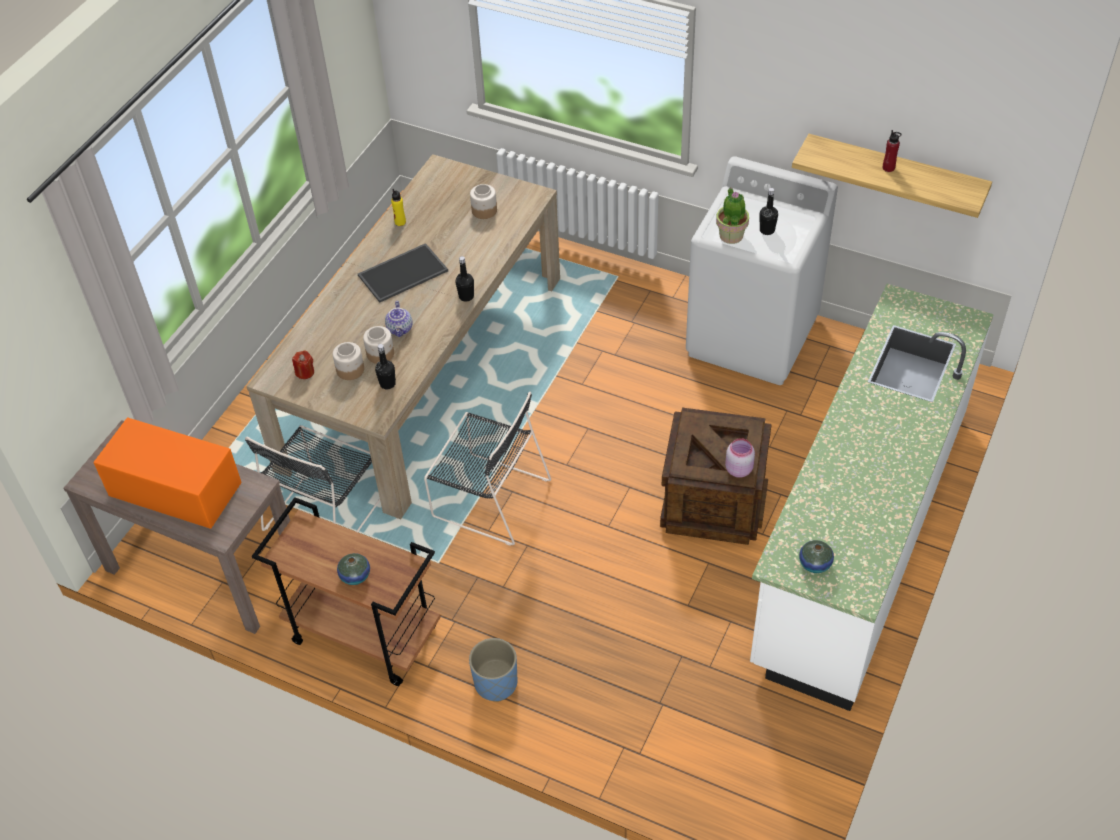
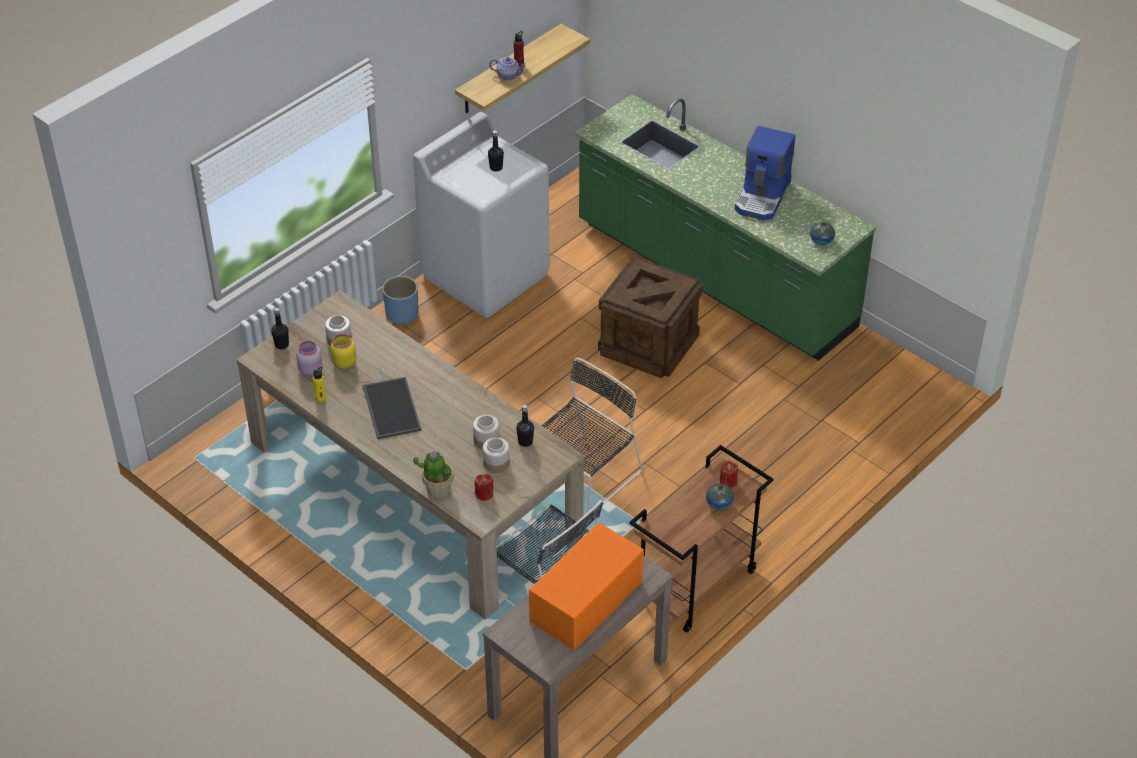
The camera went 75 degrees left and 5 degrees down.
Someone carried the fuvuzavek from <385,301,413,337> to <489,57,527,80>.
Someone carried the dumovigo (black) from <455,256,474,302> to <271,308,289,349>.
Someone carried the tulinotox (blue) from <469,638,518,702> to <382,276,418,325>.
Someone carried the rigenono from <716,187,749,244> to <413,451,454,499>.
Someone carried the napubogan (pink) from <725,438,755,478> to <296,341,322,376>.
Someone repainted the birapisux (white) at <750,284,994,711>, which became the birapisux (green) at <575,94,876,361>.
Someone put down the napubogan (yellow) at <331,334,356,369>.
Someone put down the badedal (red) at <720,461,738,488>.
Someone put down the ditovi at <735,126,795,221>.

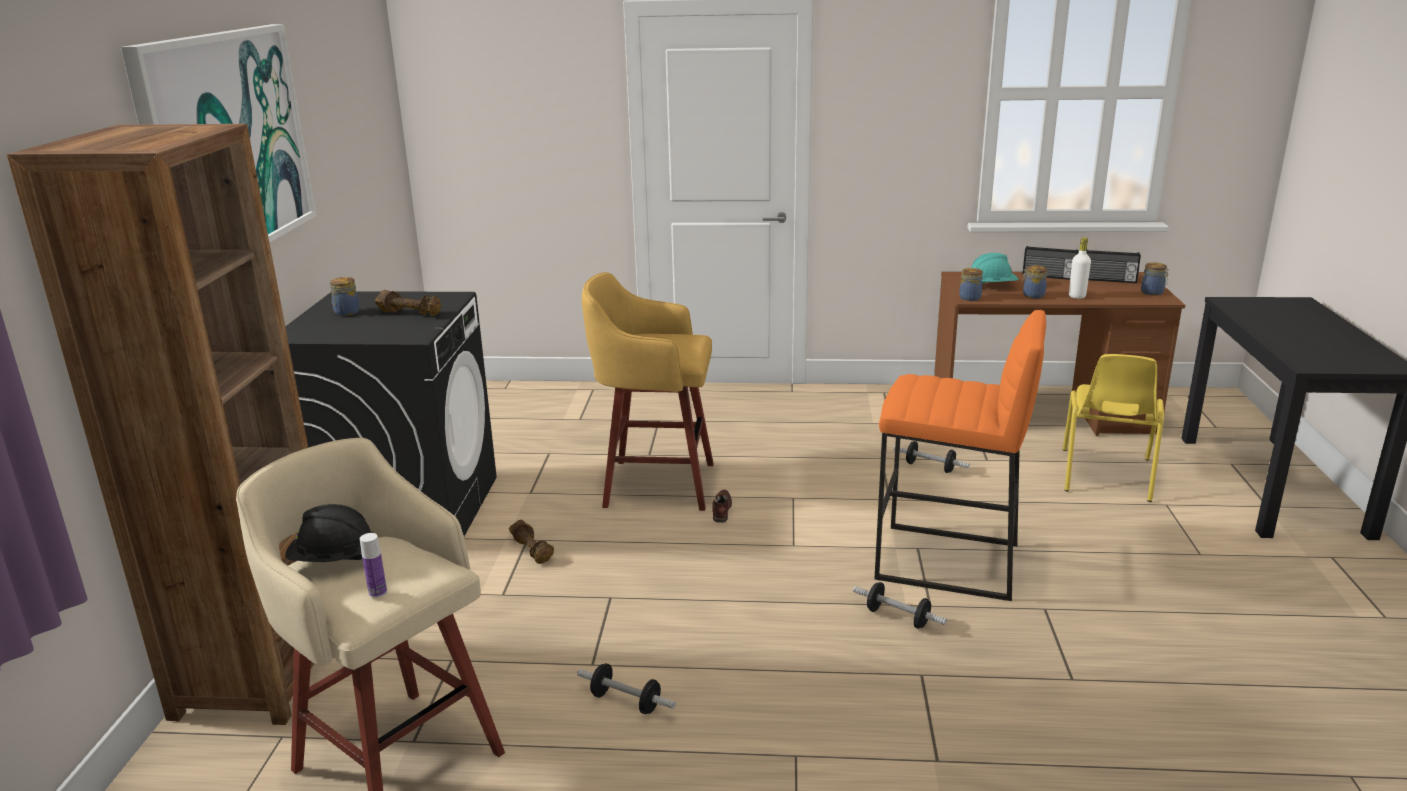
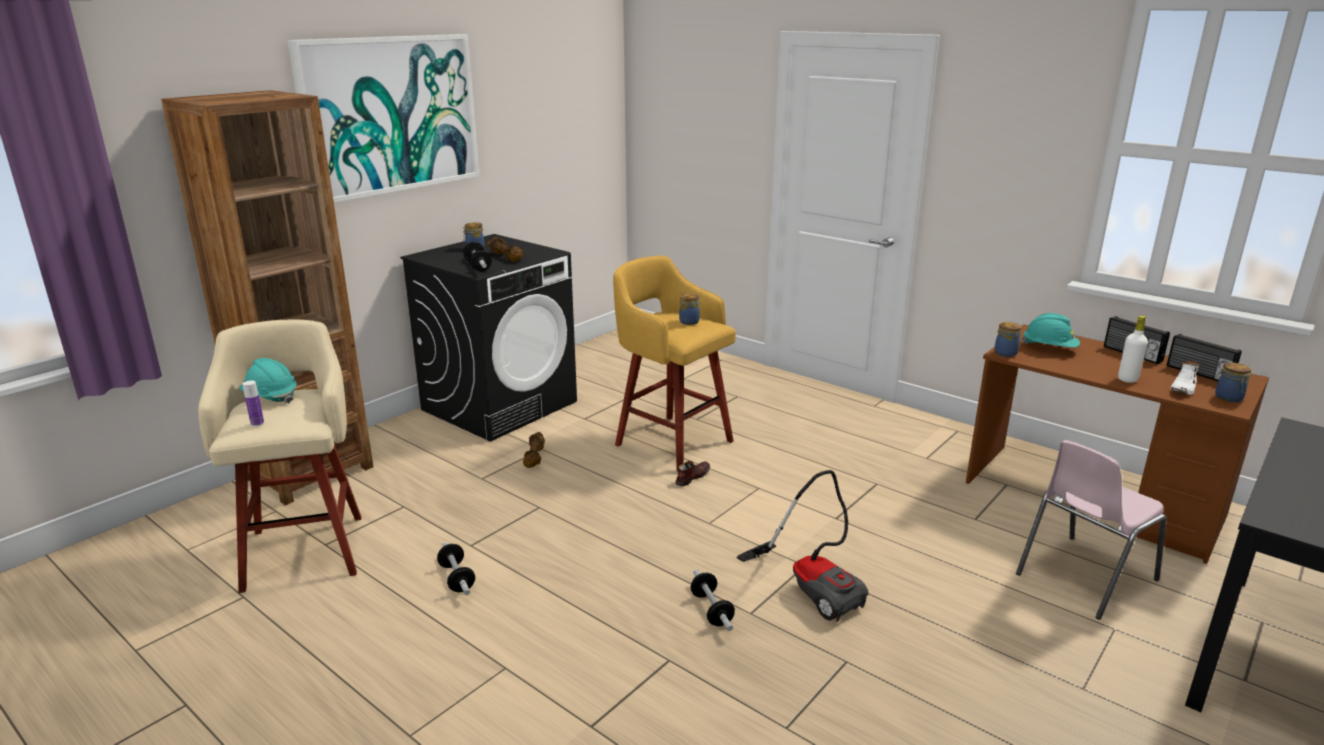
The camera went 35 degrees right and 0 degrees up.
Someone repainted the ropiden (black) at <285,504,373,562>, which became the ropiden (turquoise) at <239,358,297,404>.
Someone swapped the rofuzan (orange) at <875,310,1046,601> for the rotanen at <737,470,868,622>.
Someone carried the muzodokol from <894,441,970,473> to <463,242,492,272>.
Someone carried the napubogan from <1021,265,1047,299> to <679,293,700,325>.
Someone repainted the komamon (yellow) at <1063,354,1164,502>, which became the komamon (pink) at <1016,440,1167,620>.
Someone put down the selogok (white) at <1170,361,1199,395>.

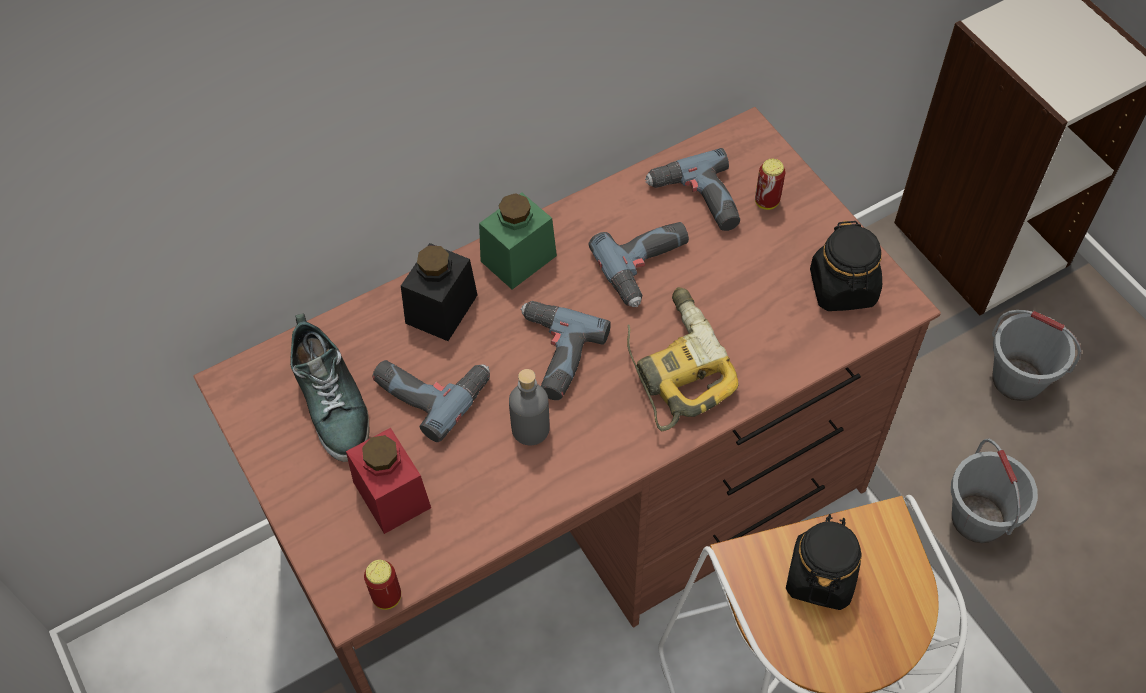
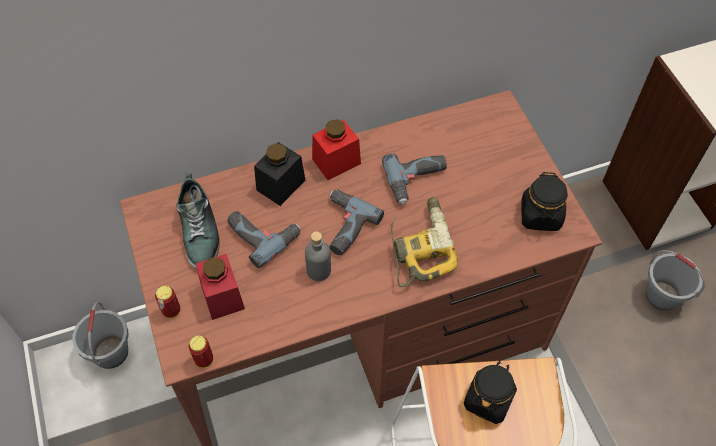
The camera went 10 degrees right and 0 degrees up.
Someone repainted the napubogan (green) at <479,193,557,290>, which became the napubogan (red) at <312,119,361,180>.
Someone took away the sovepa at <645,148,740,231>.
Someone carried the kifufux from <755,159,785,210> to <155,286,181,318>.
Someone carried the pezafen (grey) from <951,439,1038,543> to <72,302,128,369>.

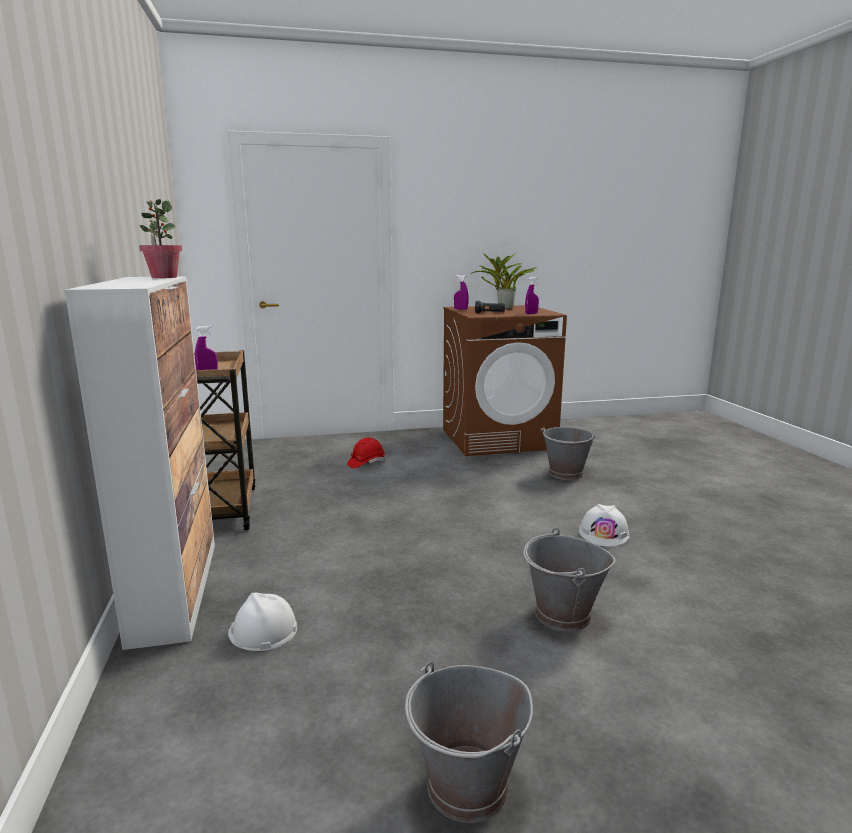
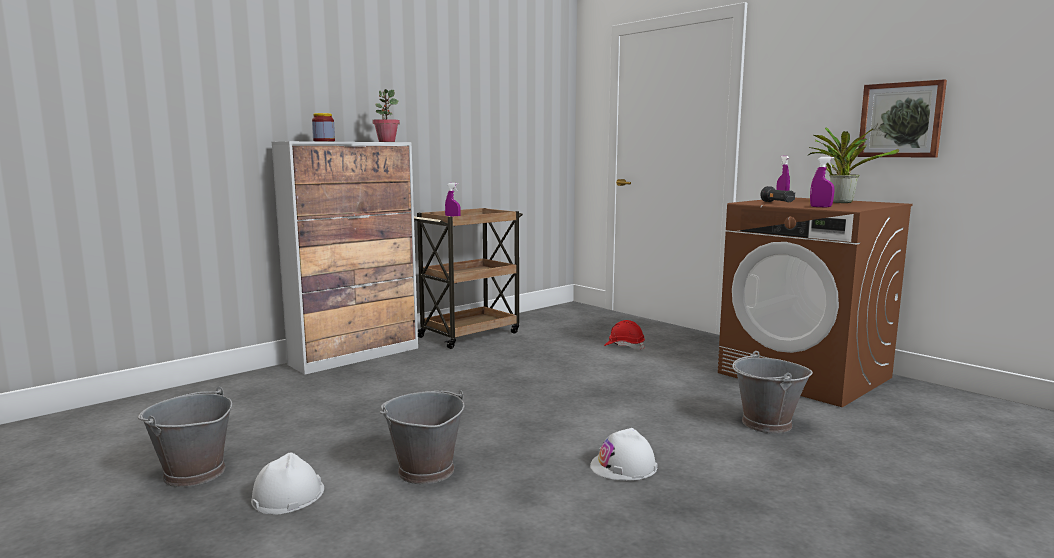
The camera went 60 degrees right and 5 degrees down.
Someone carried the ropiden (white) from <228,593,297,651> to <251,453,324,515>.
Someone put down the napubogan at <312,113,335,141>.
Someone put up the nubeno at <858,79,947,158>.

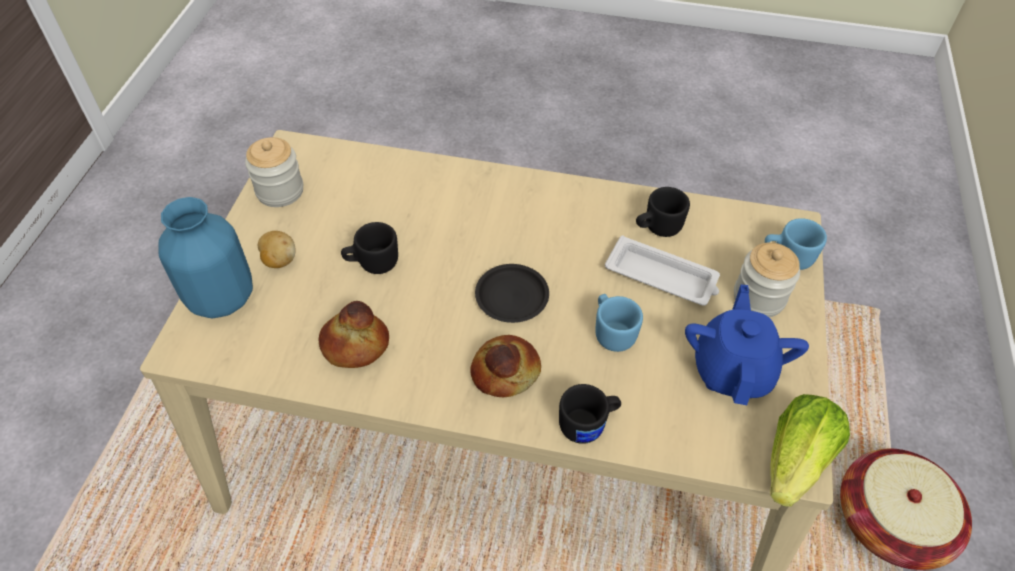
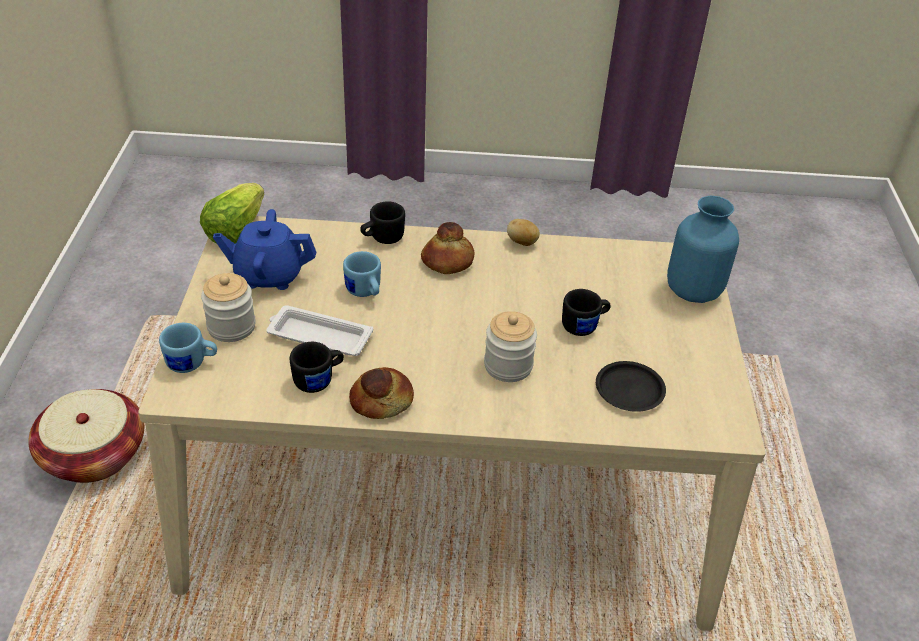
The camera went 170 degrees right and 10 degrees down.
Someone carried the napubogan from <245,137,303,207> to <484,311,537,382>.
Someone carried the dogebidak from <258,231,295,268> to <507,219,540,246>.
Someone carried the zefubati from <318,301,389,368> to <349,367,414,419>.
Someone carried the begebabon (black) from <475,264,549,323> to <596,361,666,412>.
Someone rotated the fuvuzavek (blue) at <685,285,809,405> by 90 degrees clockwise.

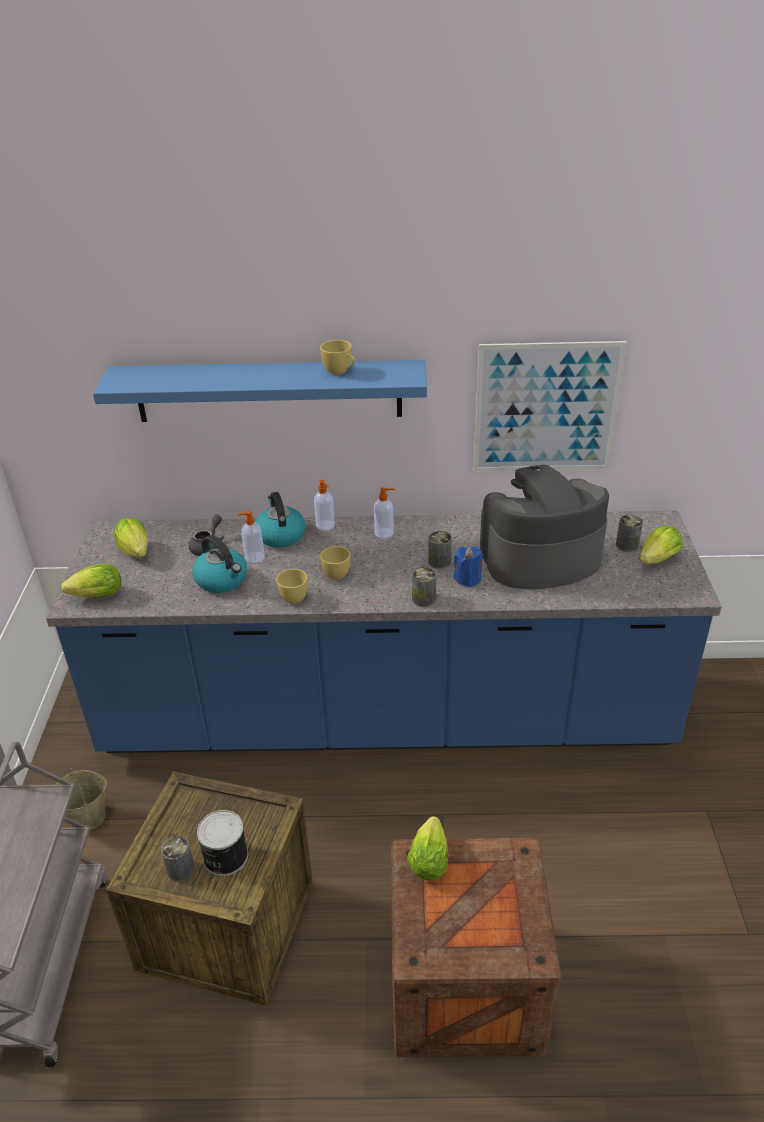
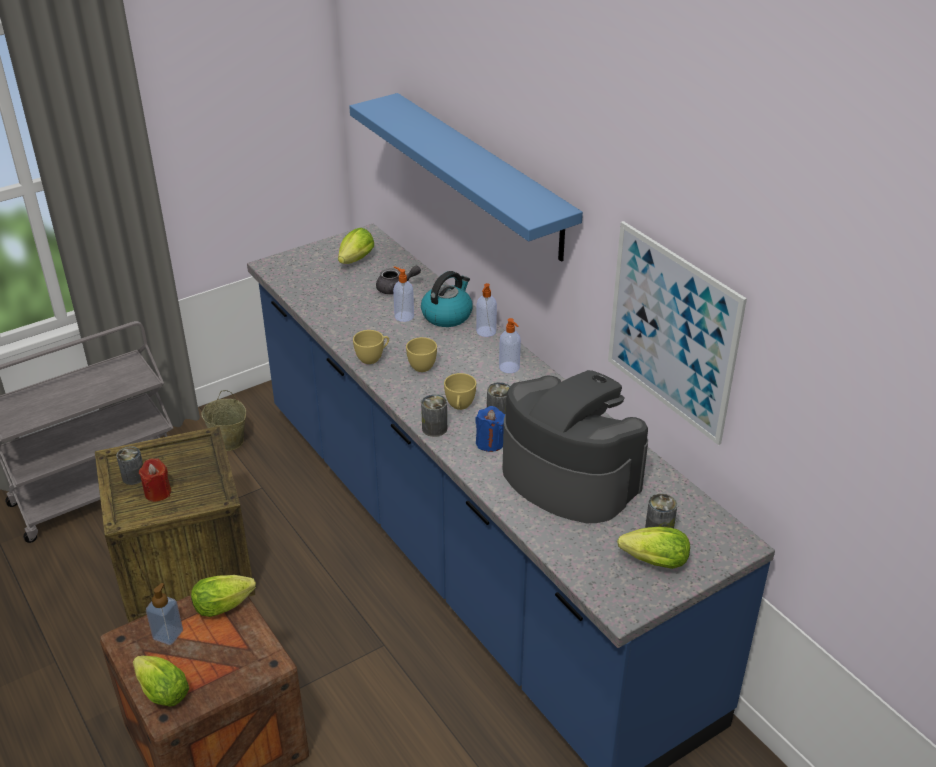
The camera went 55 degrees right and 0 degrees up.
Someone carried the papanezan from <61,564,121,597> to <133,656,189,707>.
Someone took away the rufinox at <192,535,247,593>.
Someone swapped the kifufux at <197,810,248,876> for the badedal (red) at <139,458,171,502>.
Someone carried the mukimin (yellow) from <320,340,355,375> to <444,373,476,410>.
Someone put down the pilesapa at <146,583,183,645>.

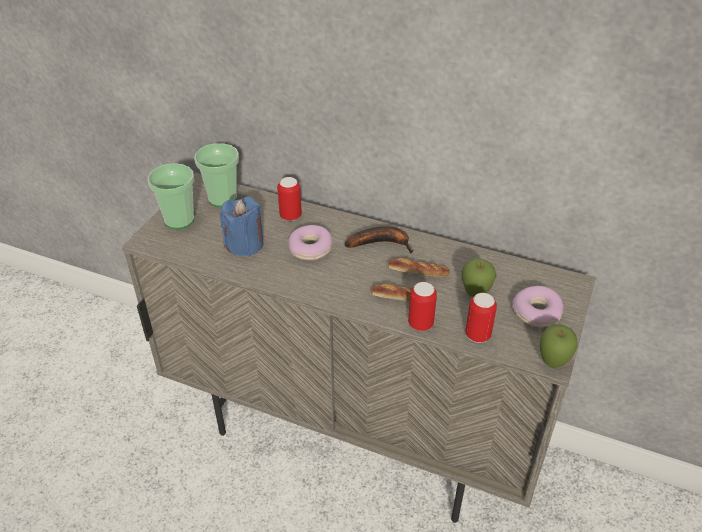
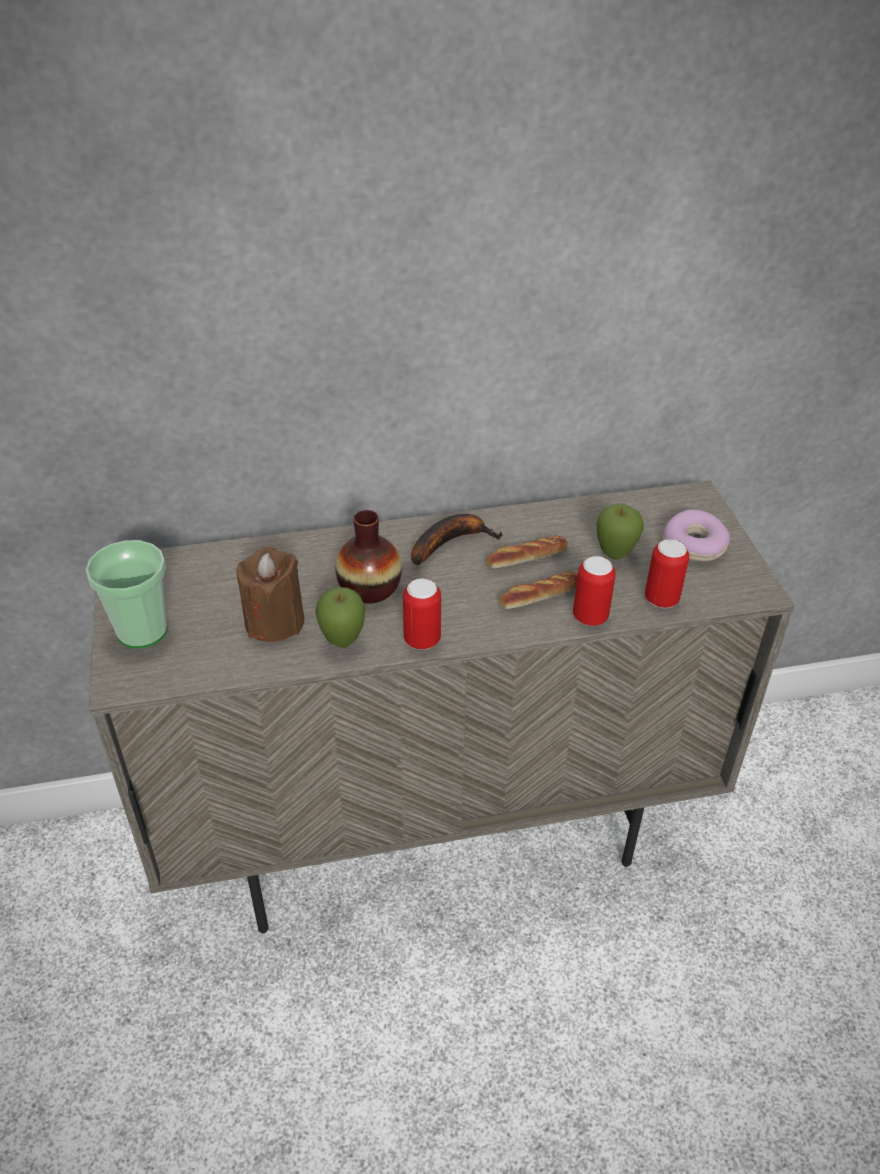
The camera went 35 degrees left and 0 degrees up.
Someone took away the mukimin at <194,143,239,207>.
Someone repainted the badedal (blue) at <220,197,263,256>, which became the badedal (brown) at <237,547,304,642>.
Someone carried the kifufux from <277,177,302,221> to <403,578,441,650>.
Someone swapped the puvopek at <288,225,333,260> for the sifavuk at <335,510,402,604>.
Someone carried the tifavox from <540,324,578,368> to <315,587,366,648>.

